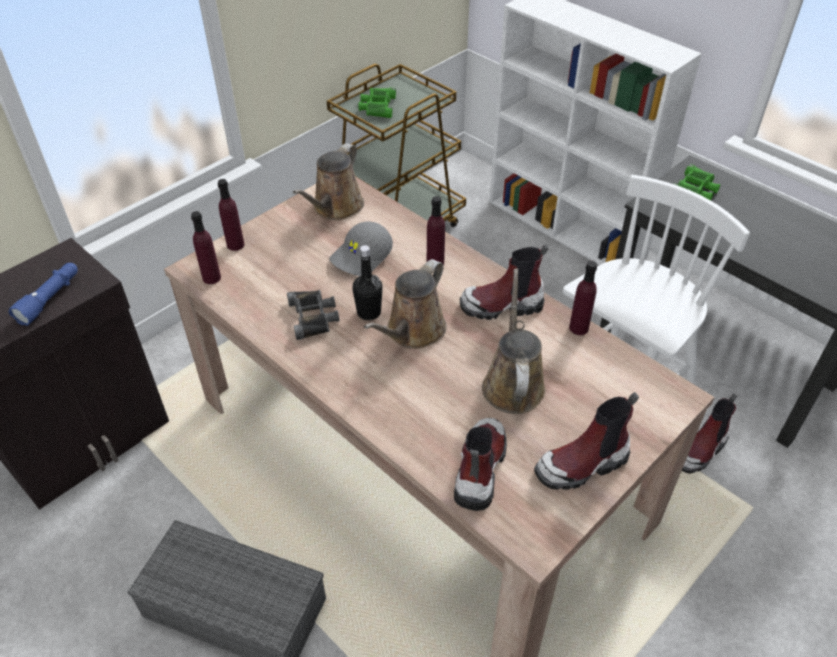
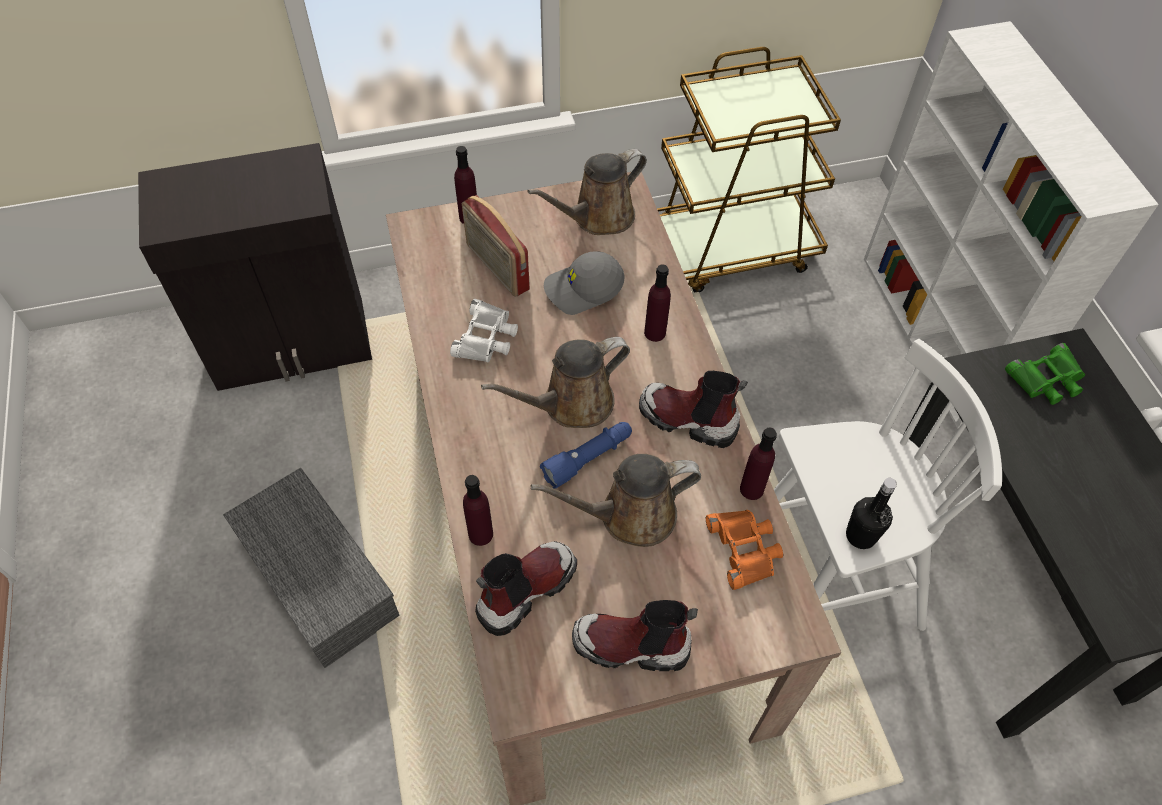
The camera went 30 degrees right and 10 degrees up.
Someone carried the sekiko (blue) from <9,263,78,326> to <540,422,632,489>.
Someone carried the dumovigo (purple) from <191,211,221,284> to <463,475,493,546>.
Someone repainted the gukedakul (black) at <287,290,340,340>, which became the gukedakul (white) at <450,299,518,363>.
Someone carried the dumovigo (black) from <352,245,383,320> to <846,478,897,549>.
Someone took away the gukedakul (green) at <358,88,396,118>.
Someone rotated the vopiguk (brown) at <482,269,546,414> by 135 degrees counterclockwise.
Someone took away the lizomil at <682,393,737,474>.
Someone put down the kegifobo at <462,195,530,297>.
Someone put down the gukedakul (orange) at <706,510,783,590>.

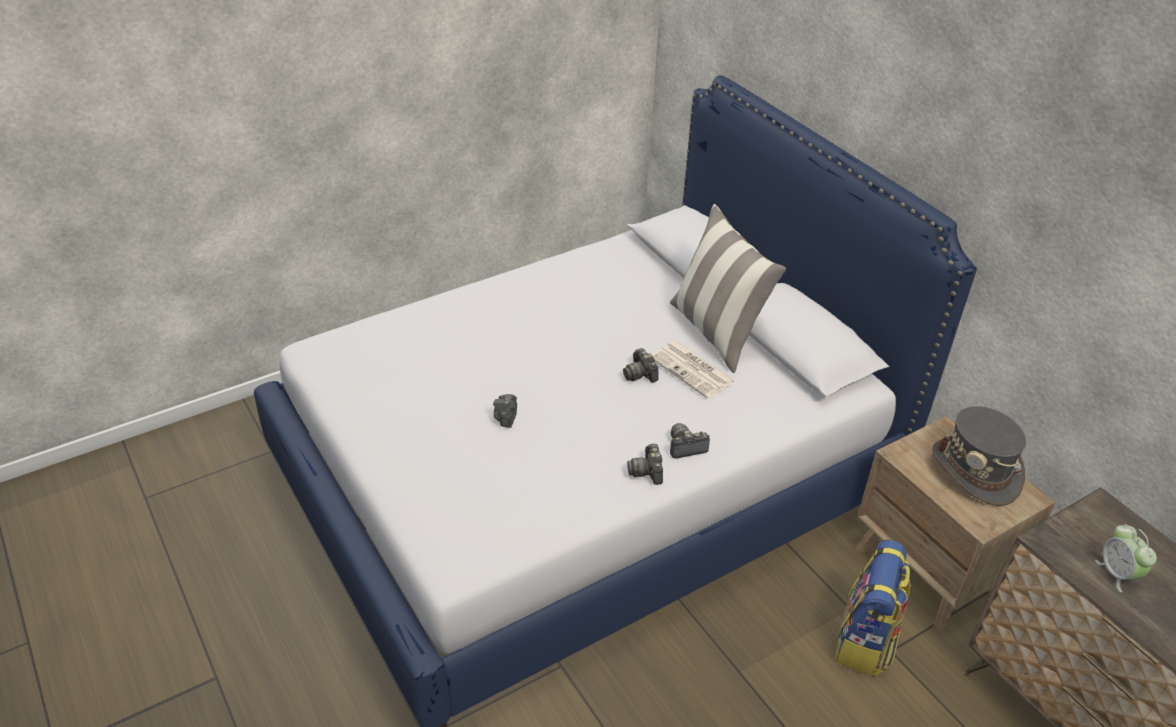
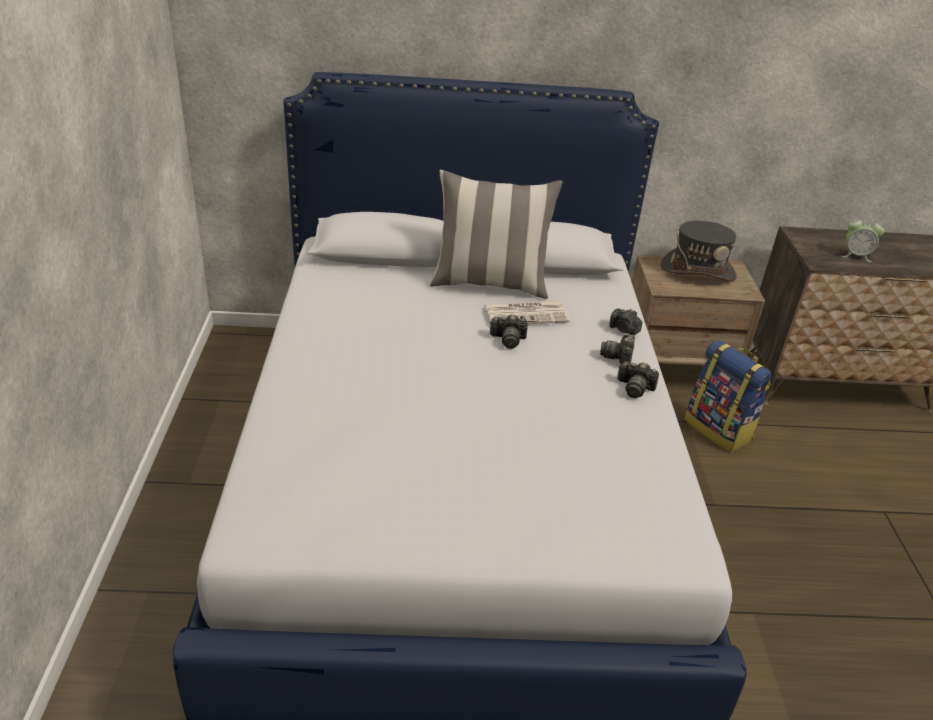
The camera went 60 degrees left and 5 degrees down.
Someone carried the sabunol from <493,394,517,428> to <609,309,642,335>.

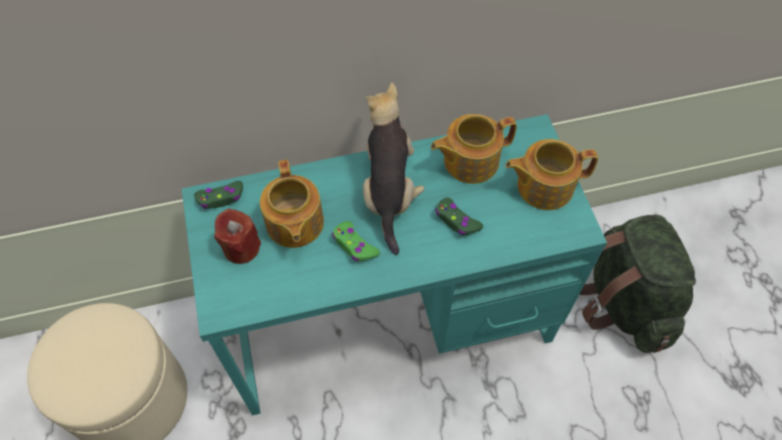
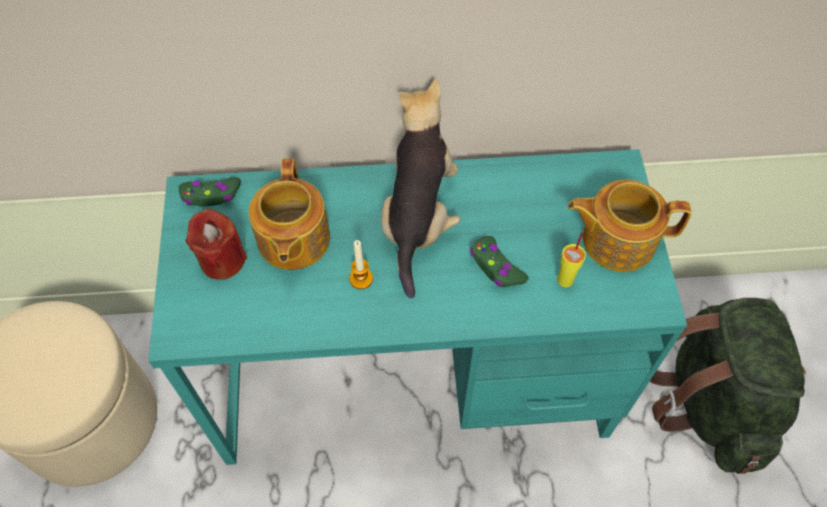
The camera went 10 degrees right and 0 degrees up.
Someone swapped the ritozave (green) at <332,221,380,261> for the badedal at <349,240,373,289>.
Someone took away the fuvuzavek at <431,114,517,184>.
Someone put down the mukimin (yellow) at <557,233,586,287>.

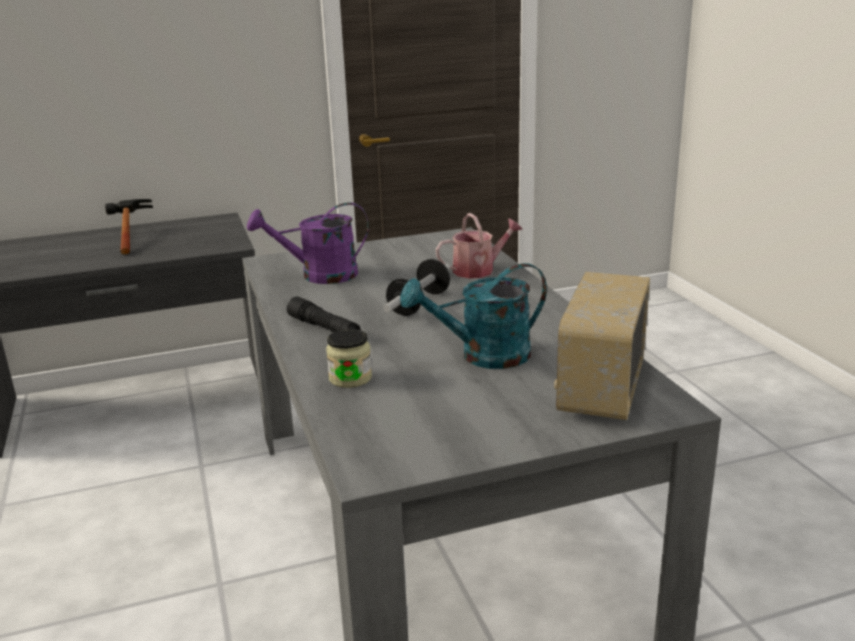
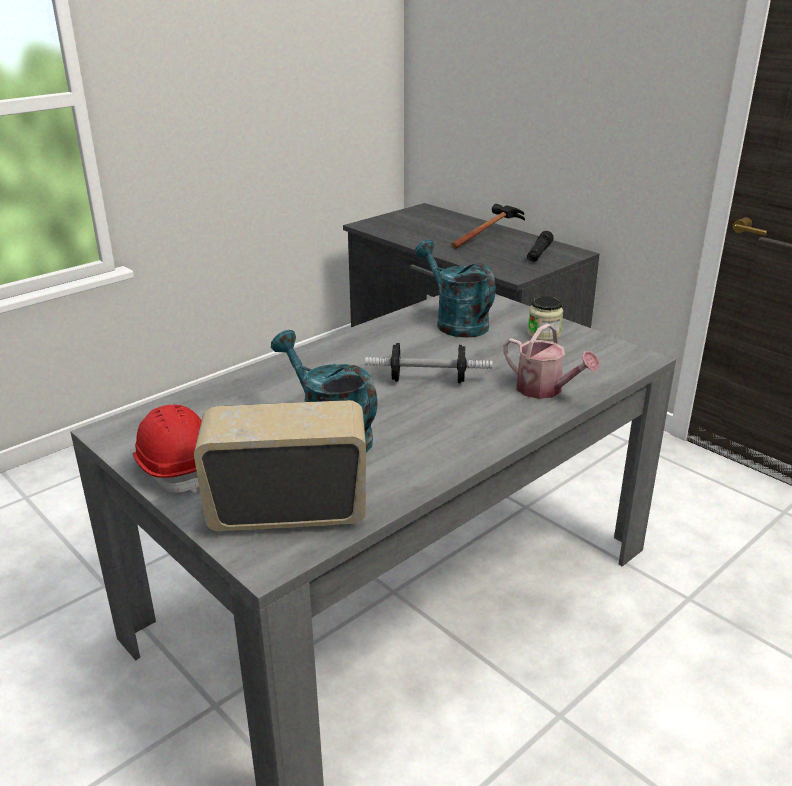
The camera went 65 degrees right and 5 degrees up.
Someone repainted the vopiguk (purple) at <247,202,369,284>, which became the vopiguk (turquoise) at <415,239,496,338>.
Someone carried the sekiko (black) from <287,297,361,332> to <527,231,554,262>.
Someone carried the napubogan from <326,329,372,388> to <527,296,563,341>.
Someone put down the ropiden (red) at <132,404,202,493>.

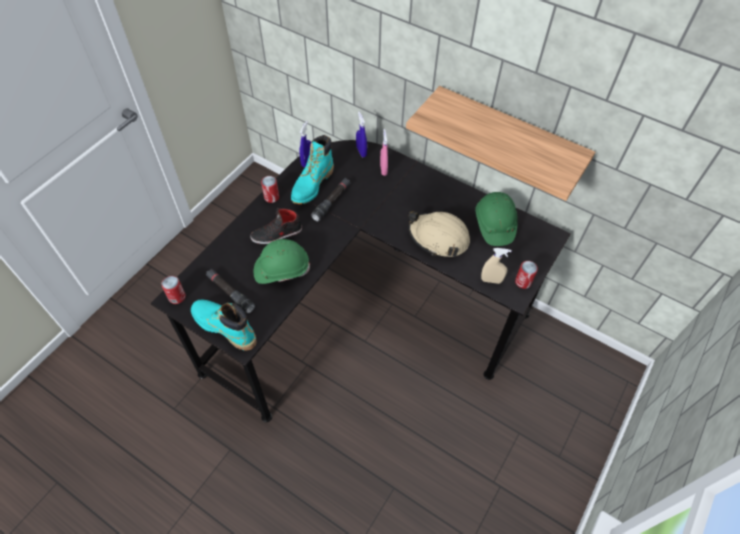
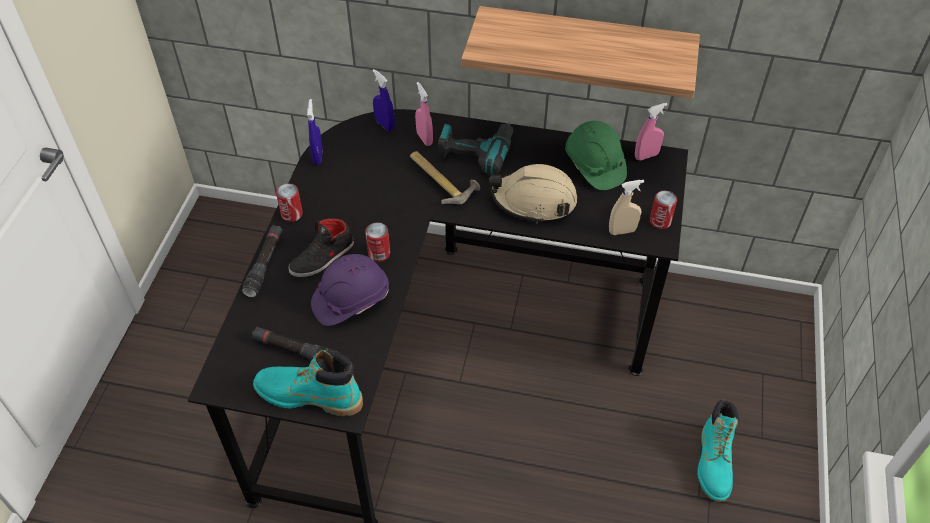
The camera went 20 degrees left and 5 degrees down.
Someone carried the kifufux from <161,276,186,304> to <365,223,390,262>.
Someone repainted the ropiden (green) at <254,239,310,284>, which became the ropiden (purple) at <311,254,389,326>.
Someone carried the lizomil (turquoise) from <291,135,334,204> to <697,400,739,502>.
Someone carried the sekiko (black) from <311,178,351,222> to <241,225,283,298>.
Someone put down the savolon at <410,151,480,204>.
Someone put down the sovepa at <438,122,514,175>.
Someone put down the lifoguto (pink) at <635,103,668,160>.

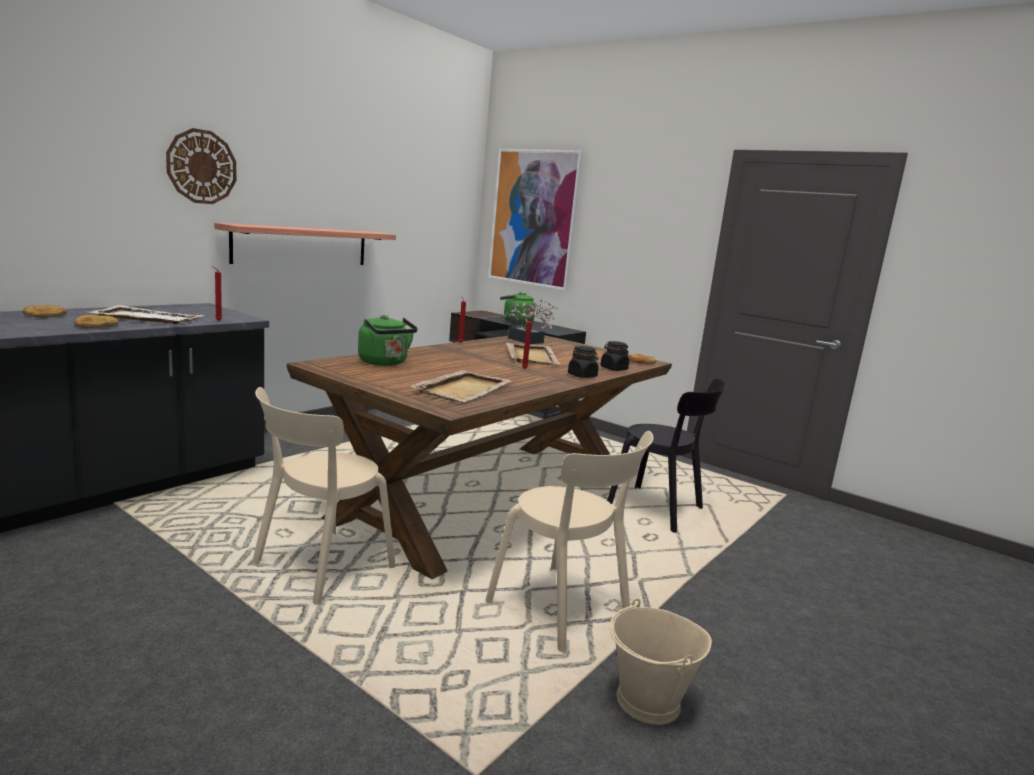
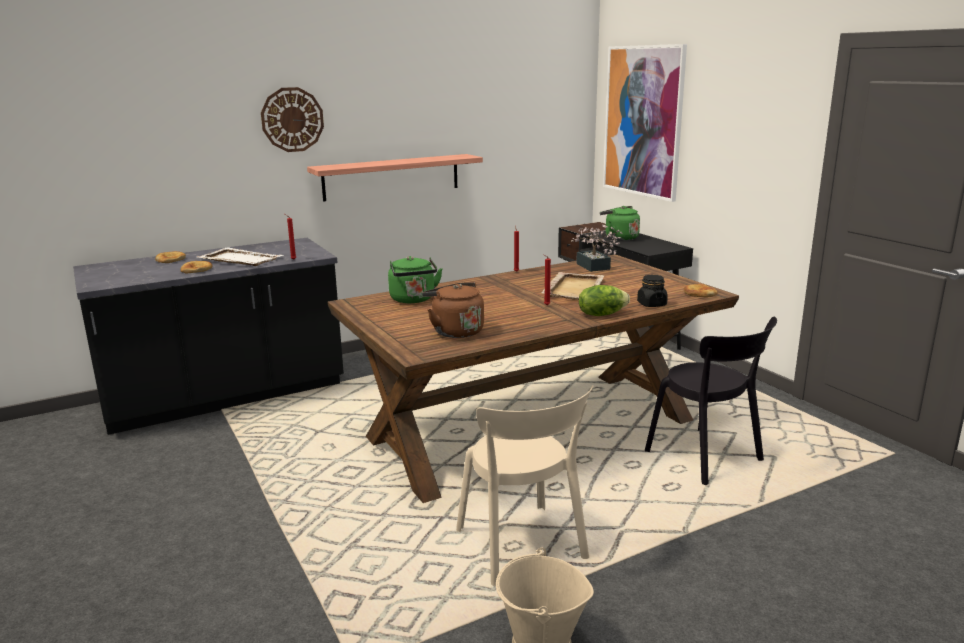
The camera went 25 degrees right and 5 degrees up.
Someone took away the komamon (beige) at <252,387,396,605>.
Someone swapped the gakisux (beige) at <410,370,511,402> for the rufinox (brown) at <422,282,484,338>.
Someone swapped the napubogan (black) at <568,346,598,378> for the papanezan at <579,285,630,316>.

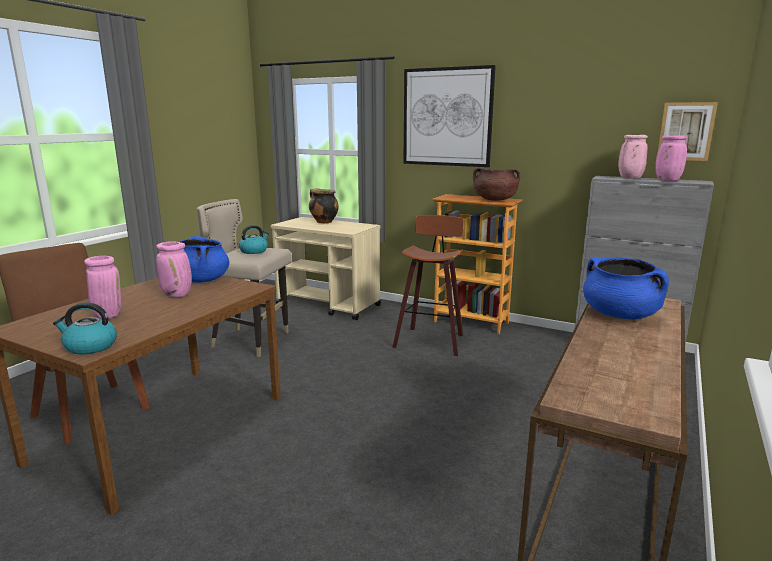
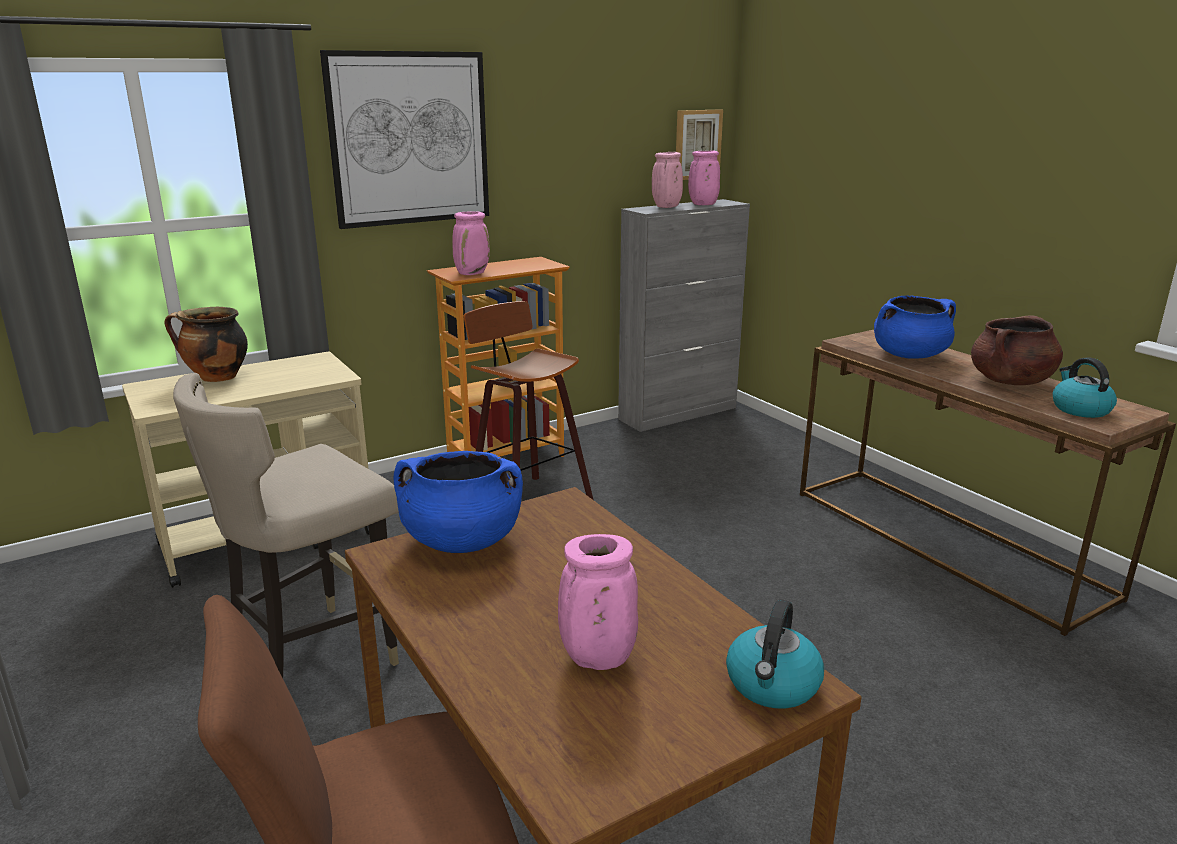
The camera went 60 degrees left and 5 degrees up.
Someone carried the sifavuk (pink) from <156,241,192,297> to <453,211,490,275>.
Someone carried the rufinox from <239,225,269,254> to <1053,357,1117,418>.
Someone carried the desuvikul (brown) from <473,168,520,201> to <971,315,1063,385>.

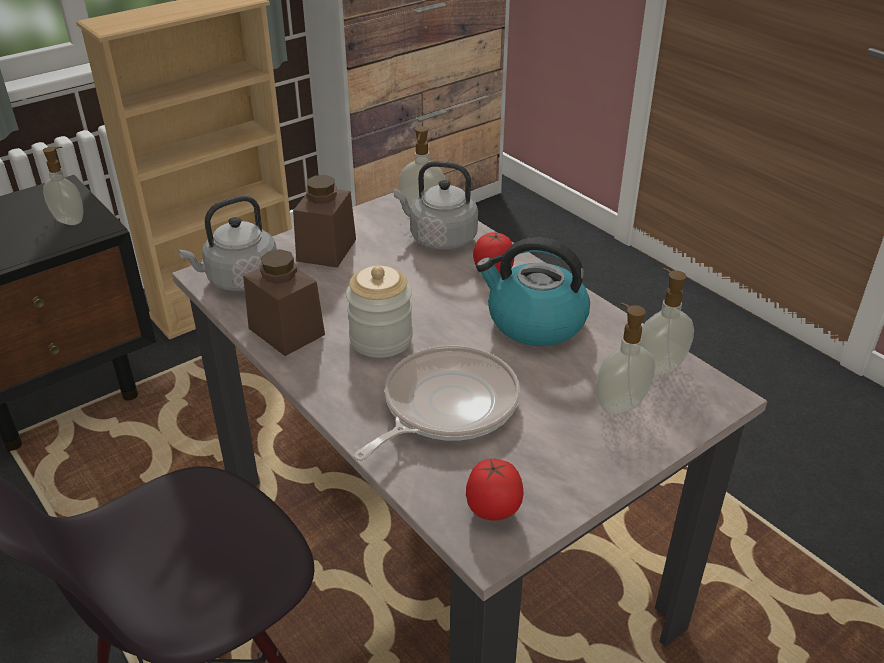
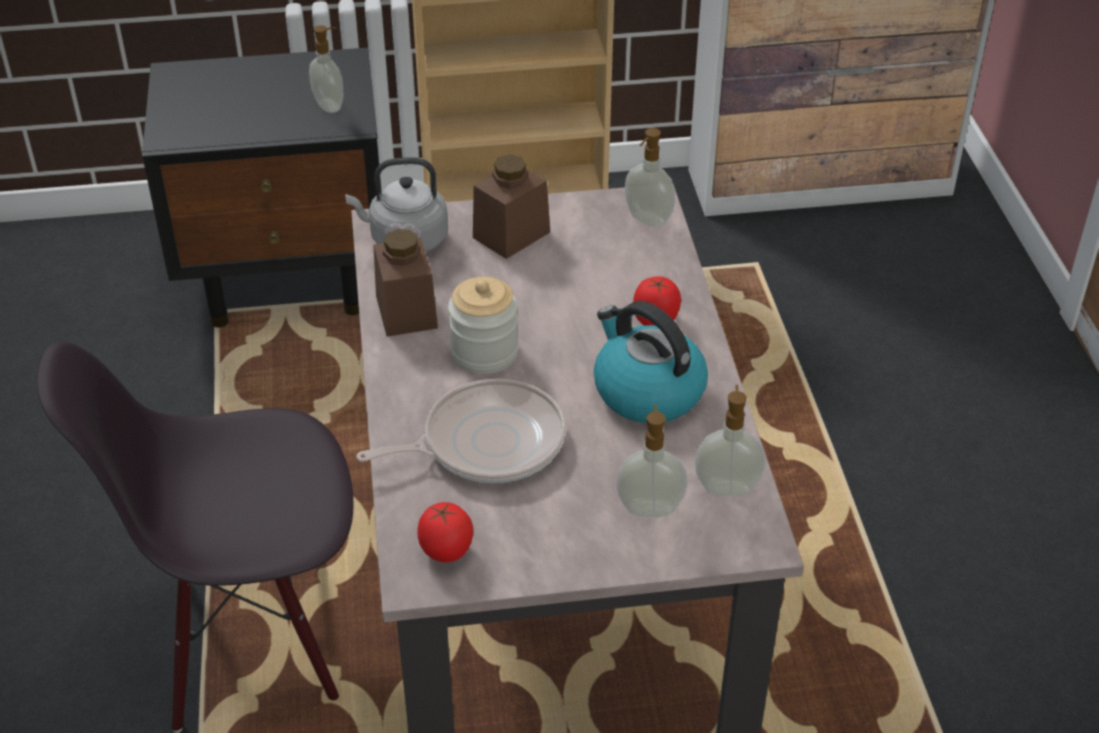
The camera went 30 degrees right and 5 degrees up.
Someone took away the rufinox (grey) at <394,161,478,250>.

